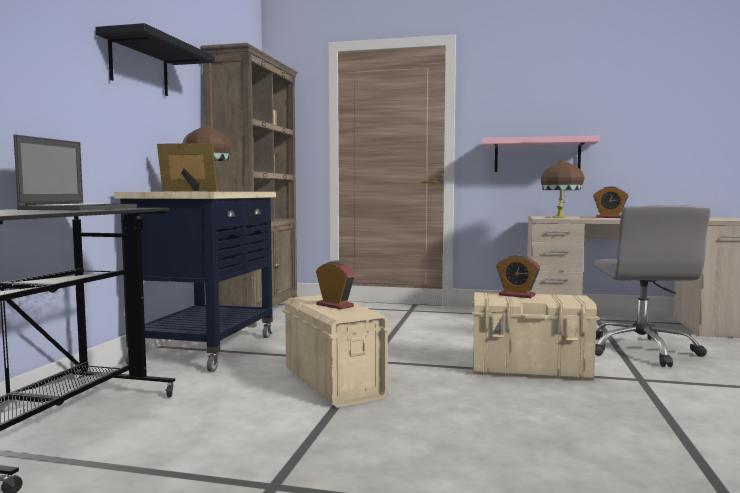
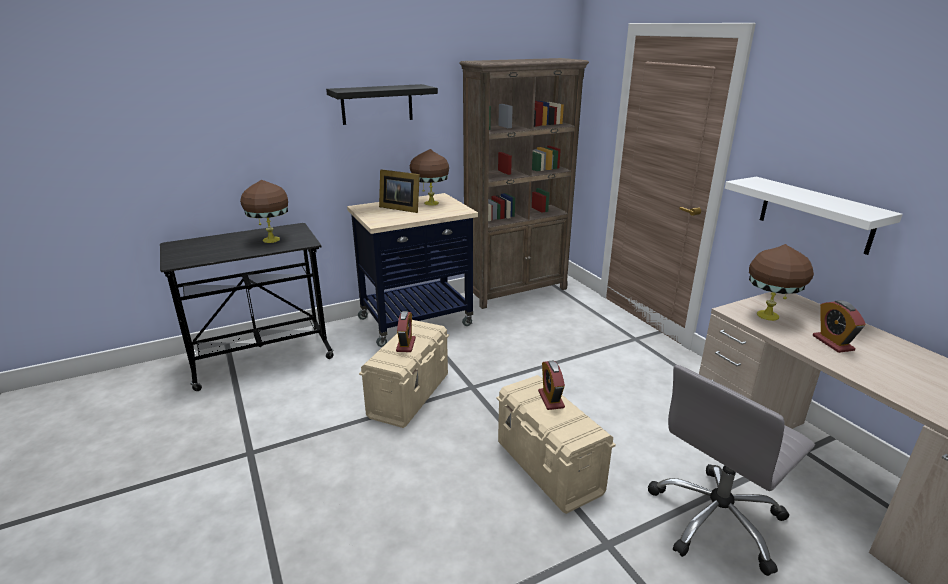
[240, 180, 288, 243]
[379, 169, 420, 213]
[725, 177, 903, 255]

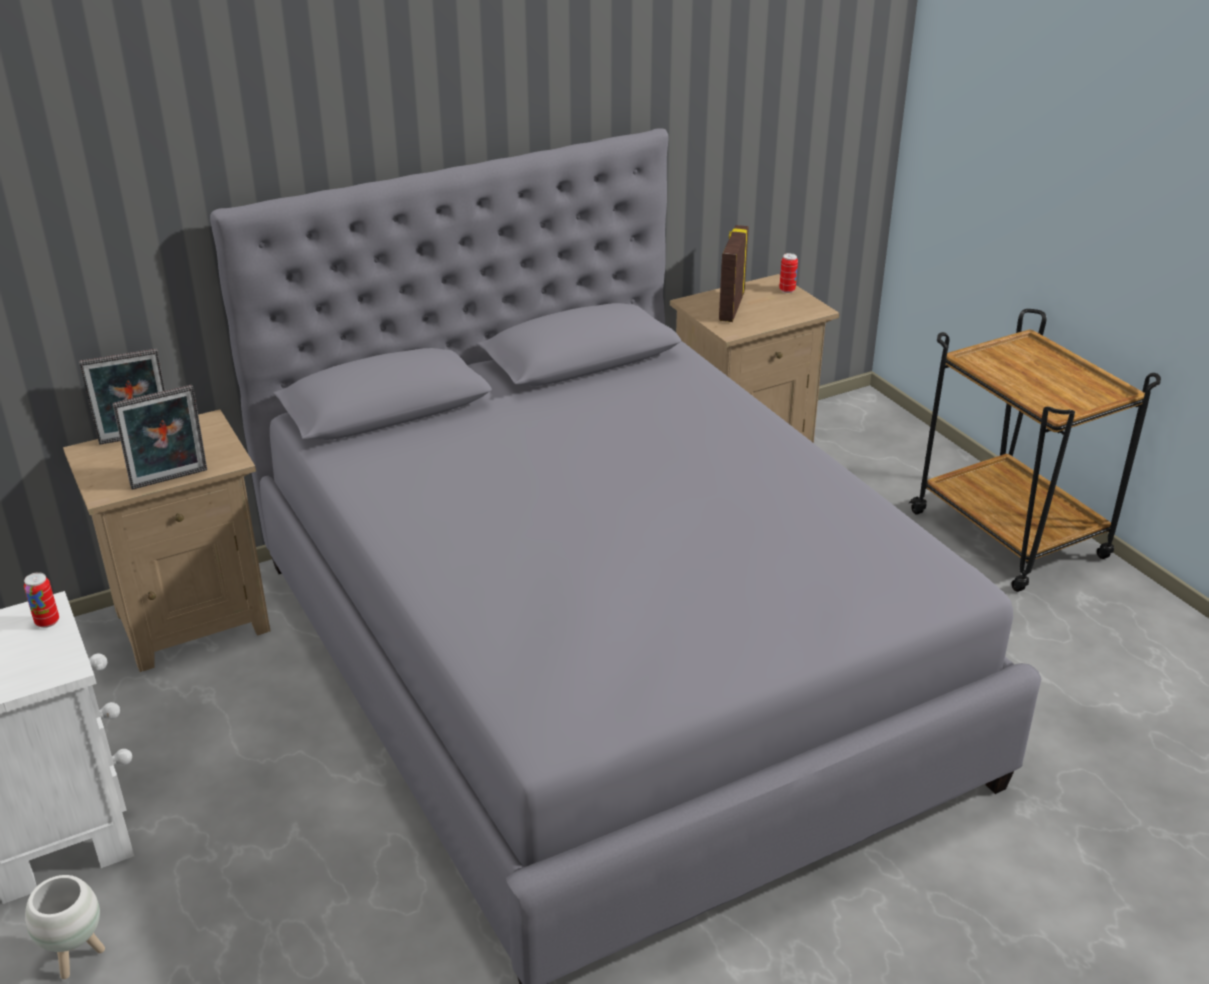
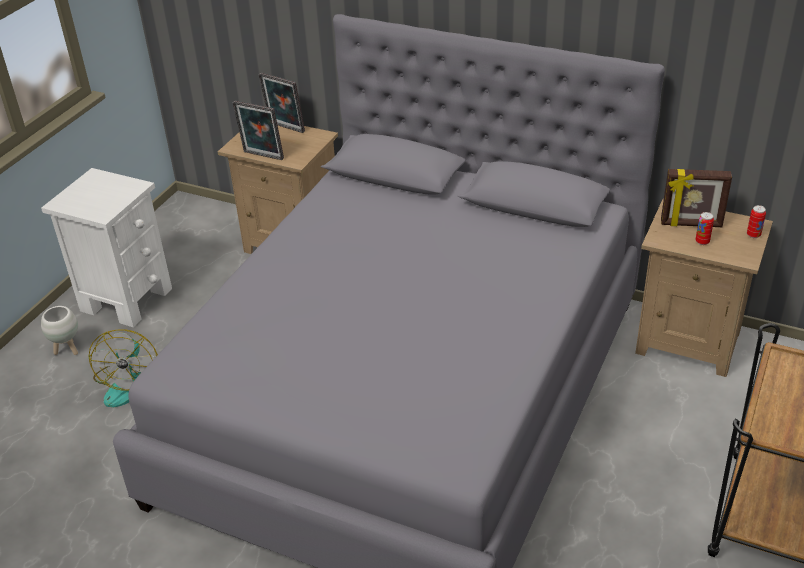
[89, 329, 158, 407]
[661, 169, 732, 227]
[696, 212, 714, 245]

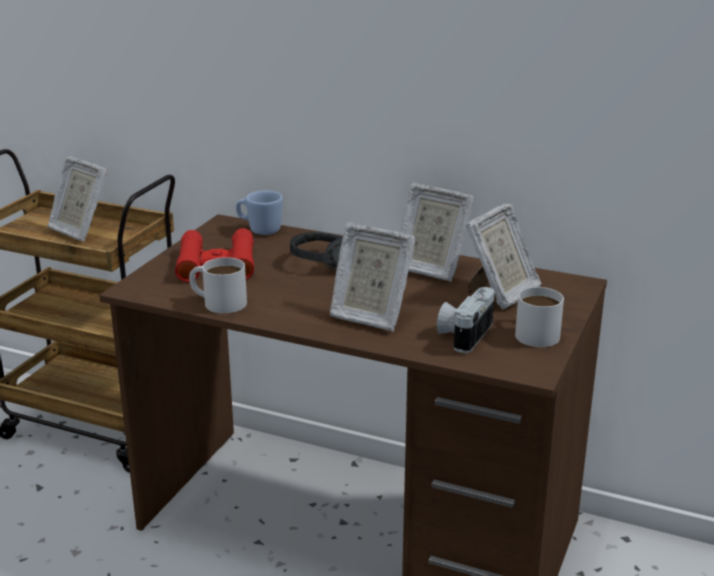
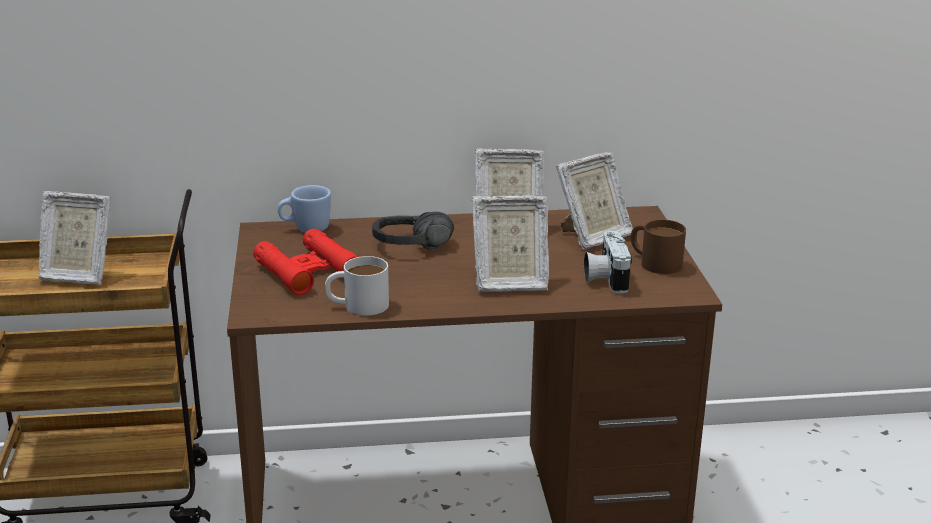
[556, 152, 633, 250]
[631, 220, 686, 274]

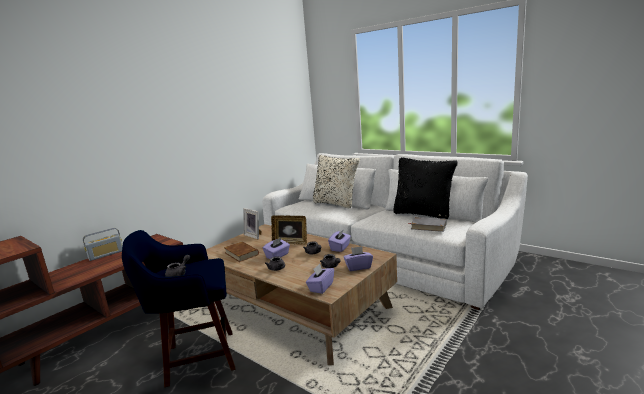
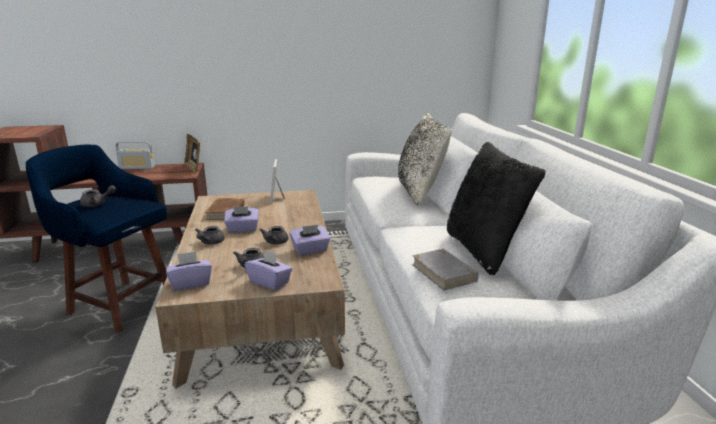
[184, 134, 200, 173]

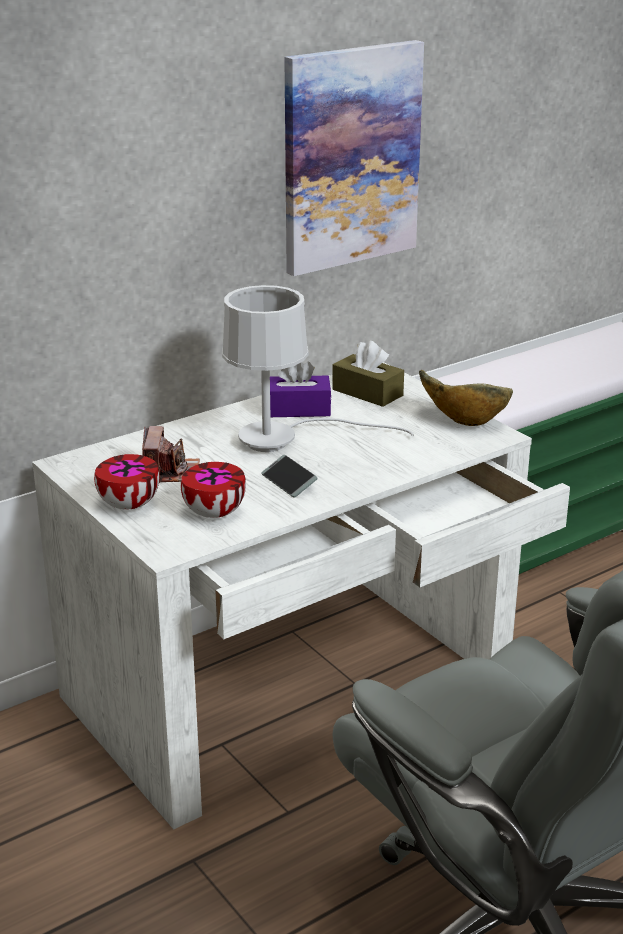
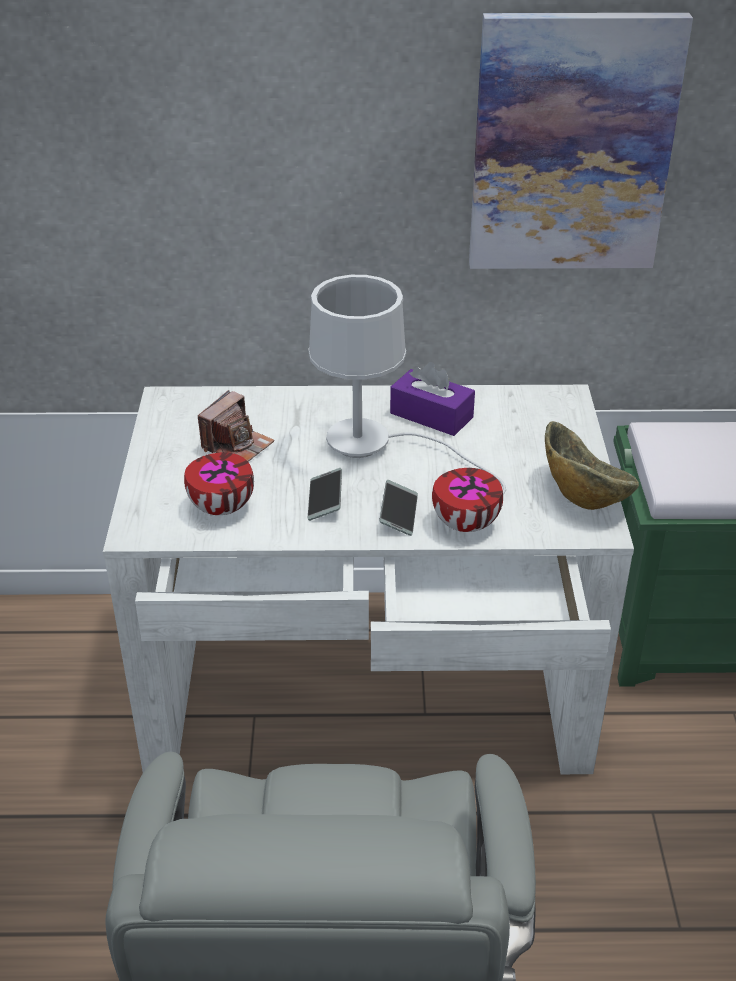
[379, 480, 418, 536]
[432, 468, 503, 532]
[332, 340, 404, 407] (first image)

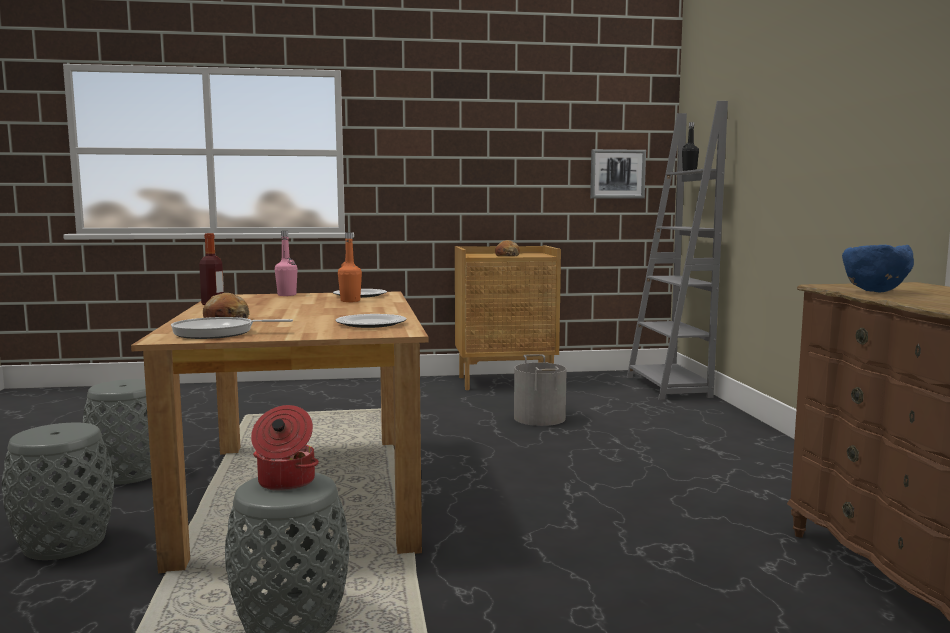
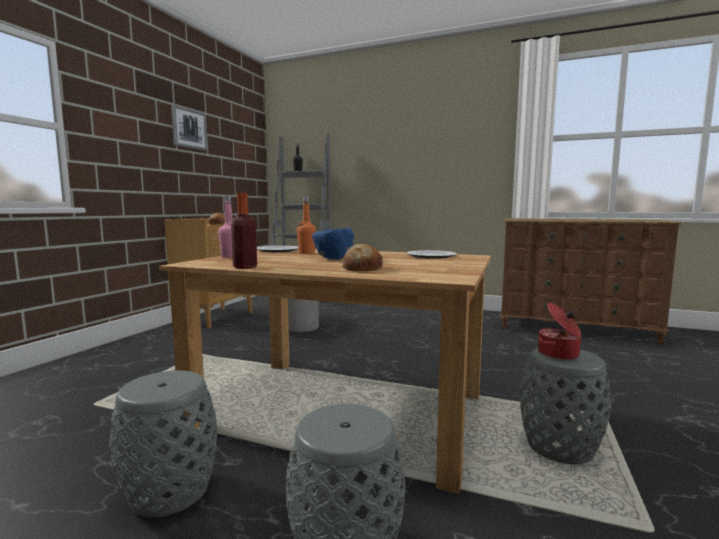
[171, 104, 208, 151]
[312, 228, 354, 259]
[171, 317, 293, 339] (first image)

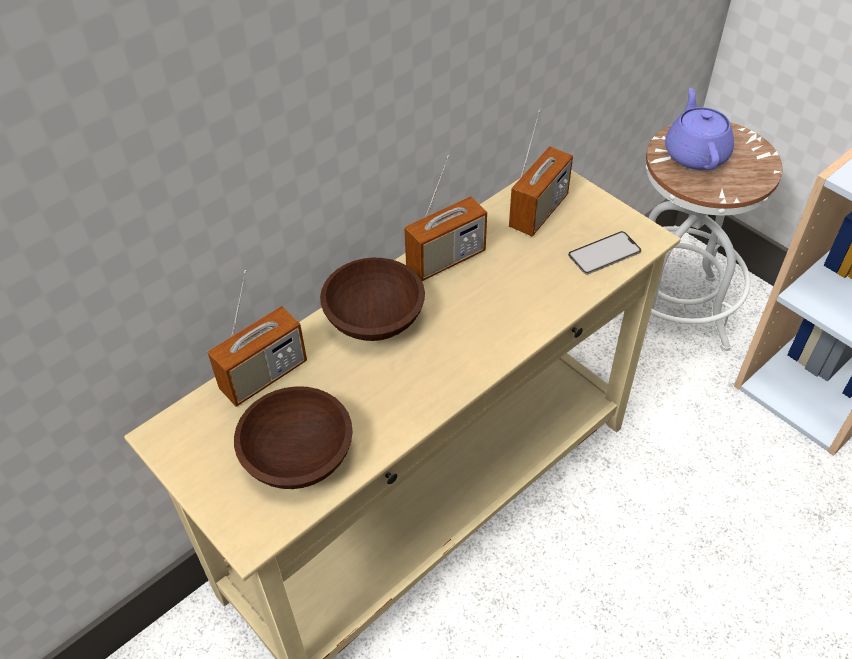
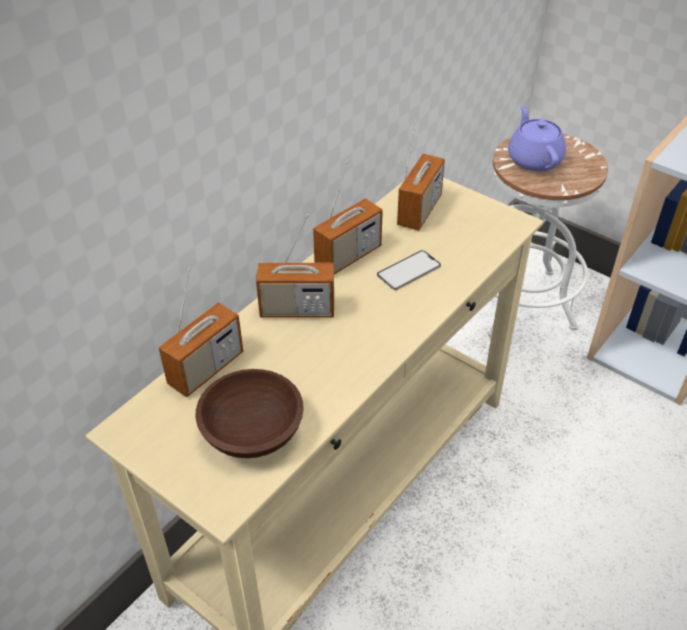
[256, 214, 334, 318]
[377, 250, 441, 290]

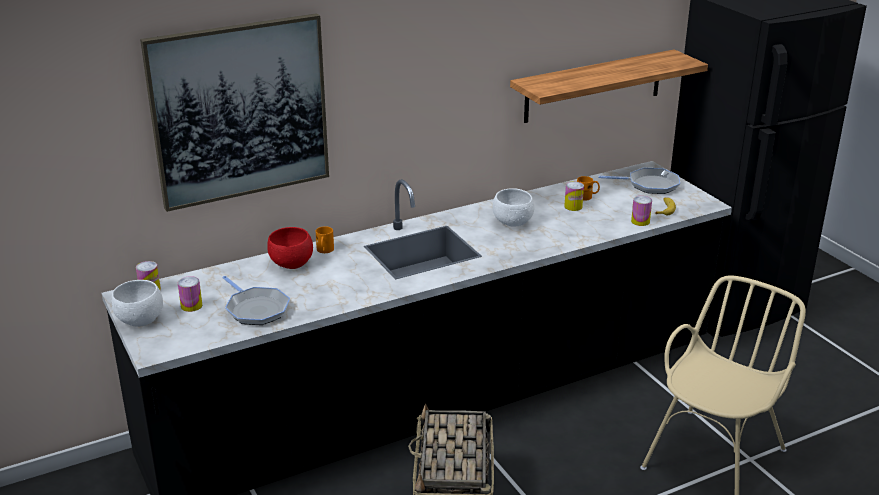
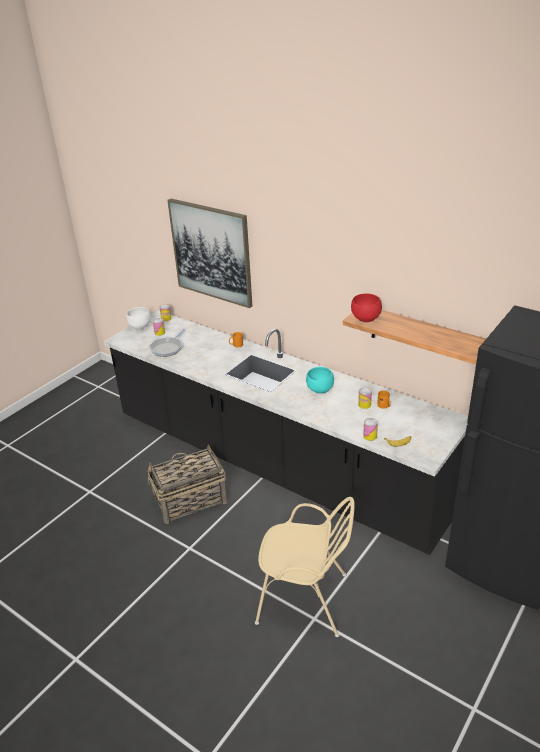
[306, 367, 334, 394]
[351, 293, 382, 322]
[598, 168, 680, 194] (first image)

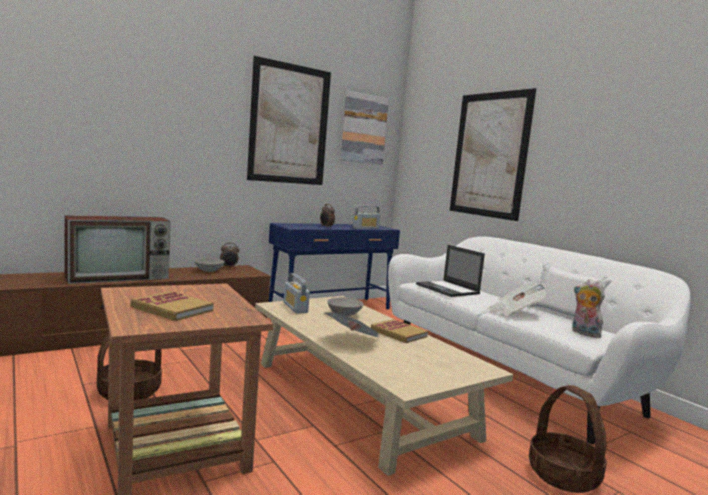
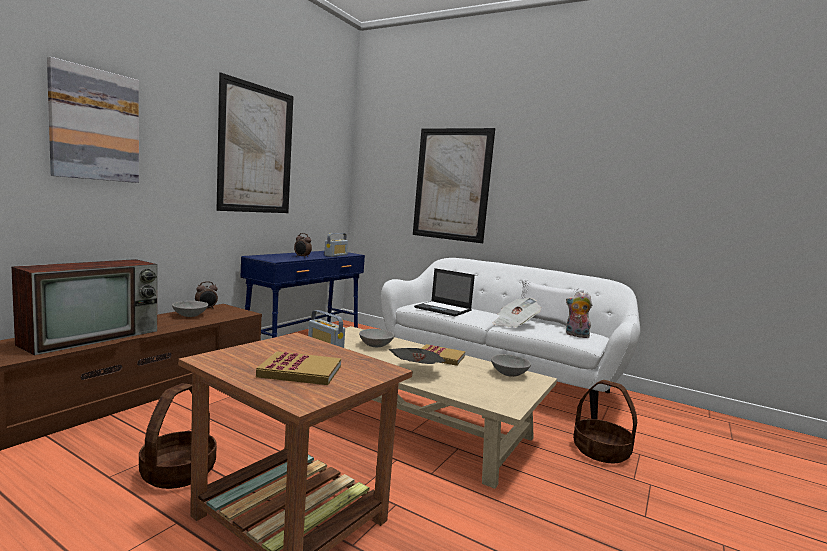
[47, 57, 139, 183]
[491, 354, 531, 377]

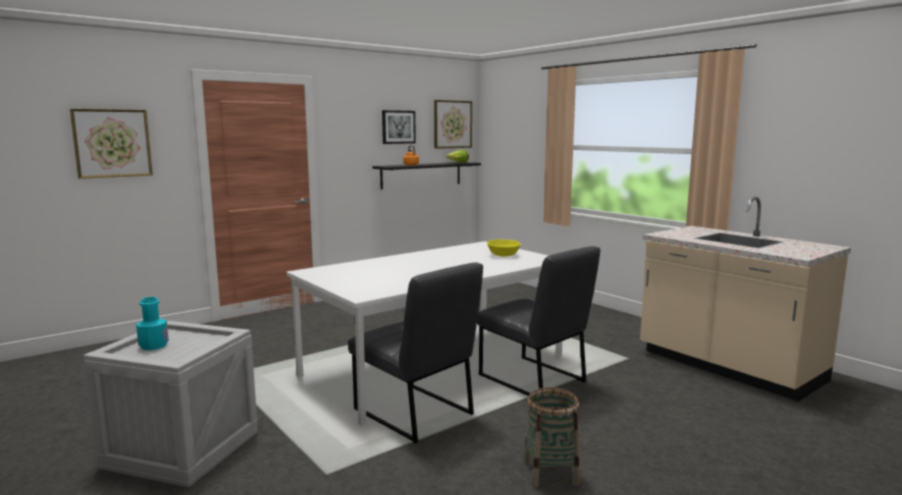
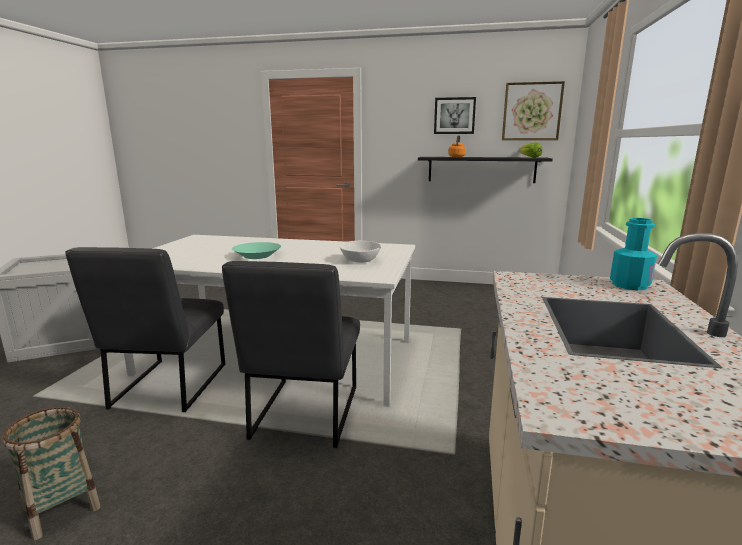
[232, 242, 281, 259]
[340, 241, 381, 263]
[610, 218, 657, 290]
[70, 109, 153, 179] (first image)

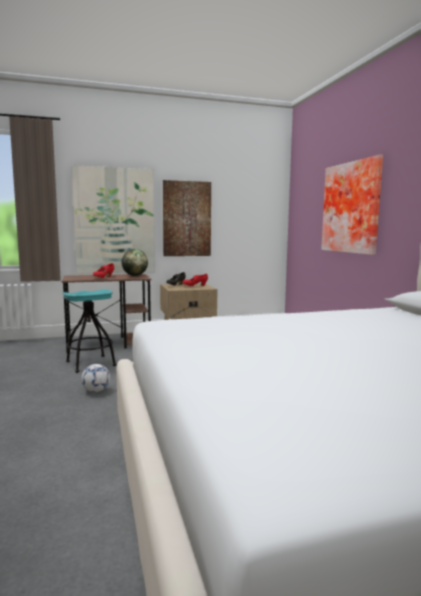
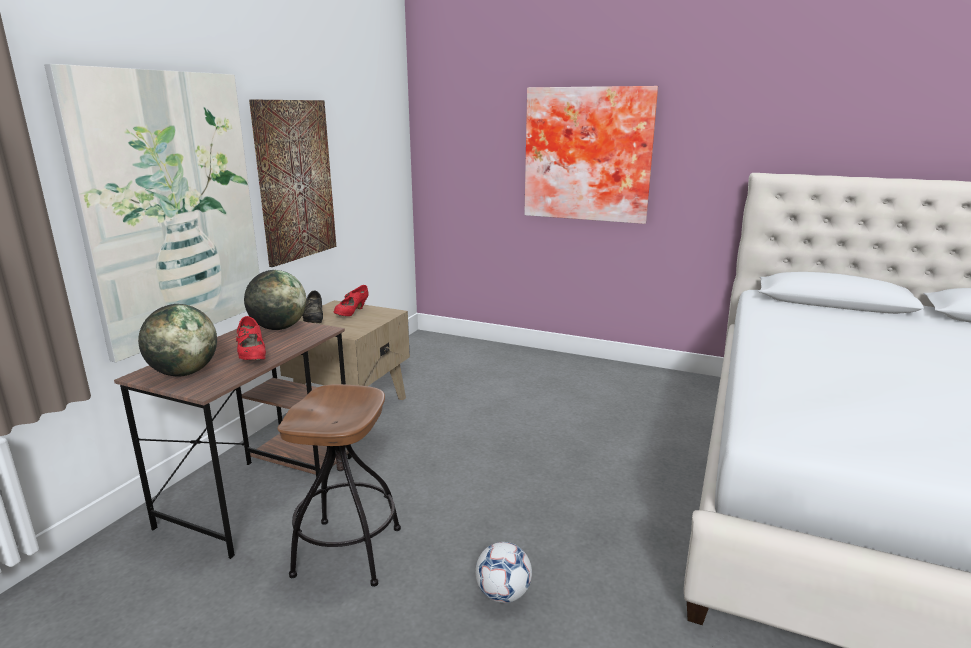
[138, 304, 217, 376]
[277, 384, 401, 587]

